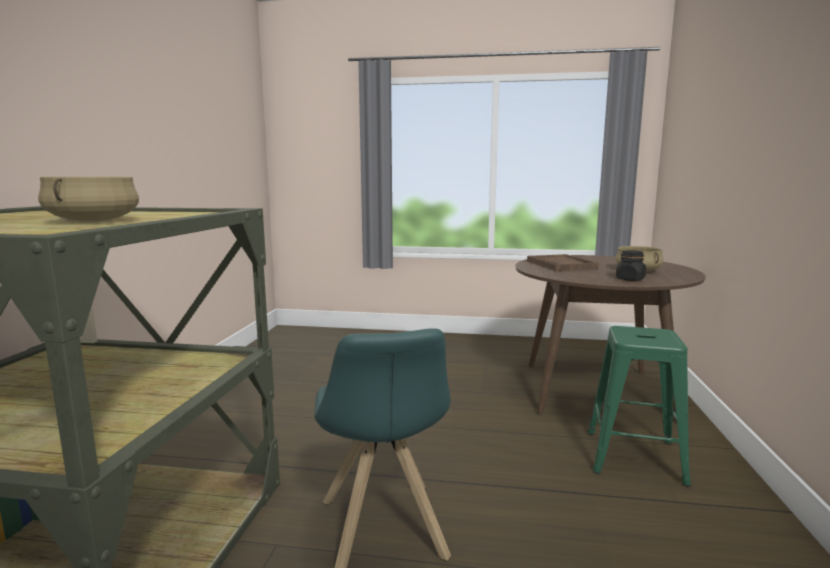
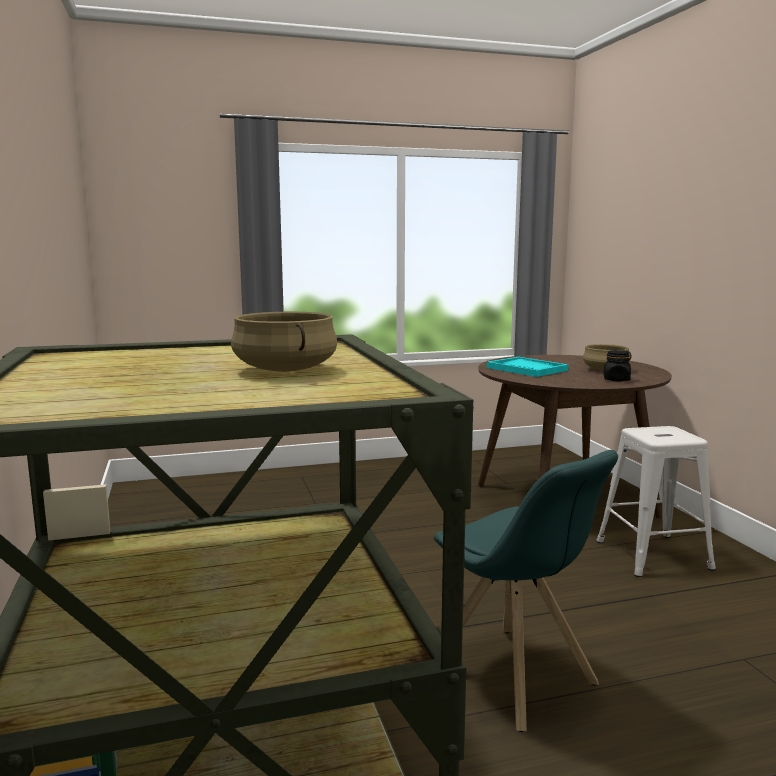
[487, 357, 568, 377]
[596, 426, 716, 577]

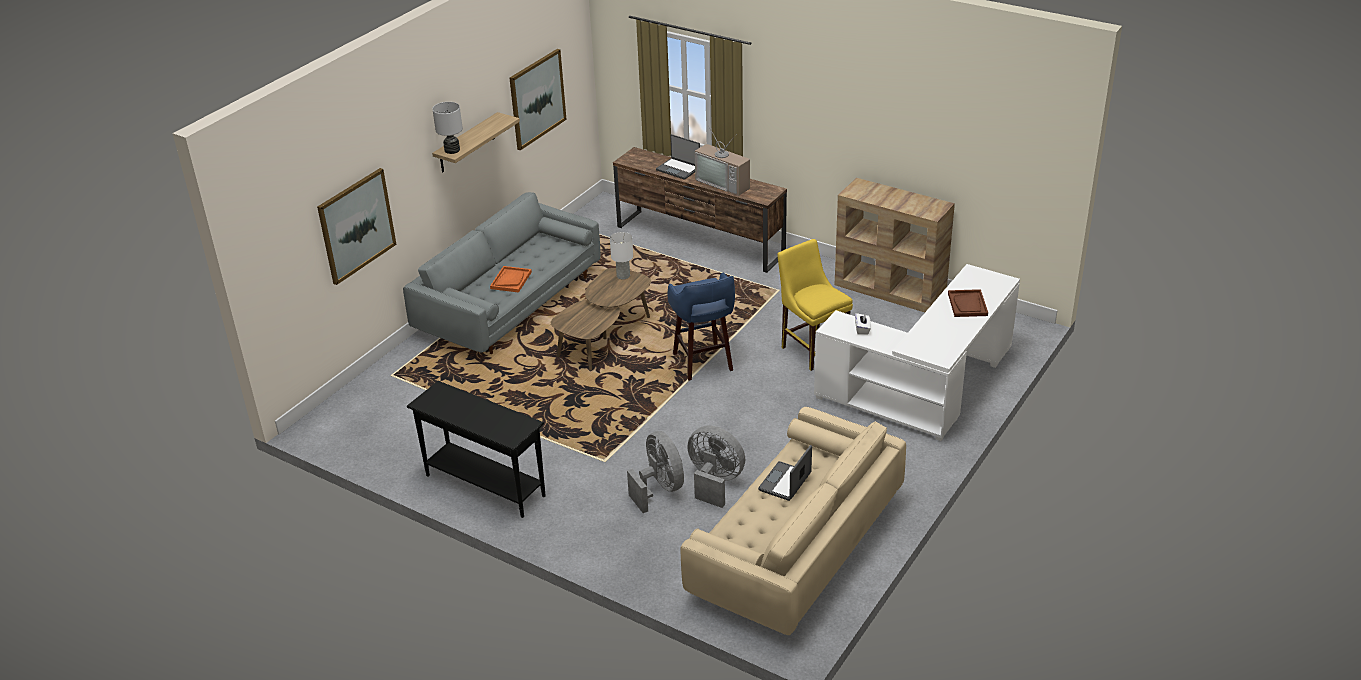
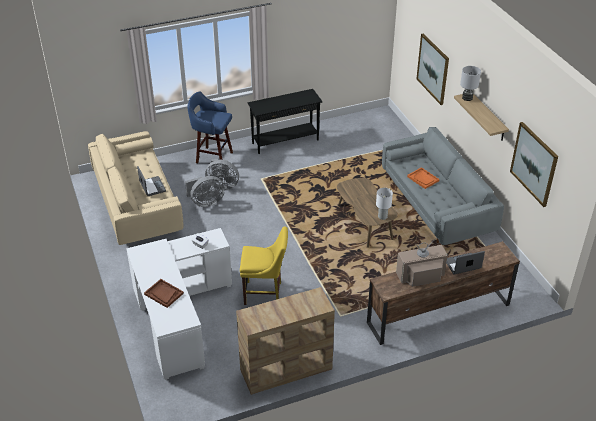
[188, 91, 233, 163]

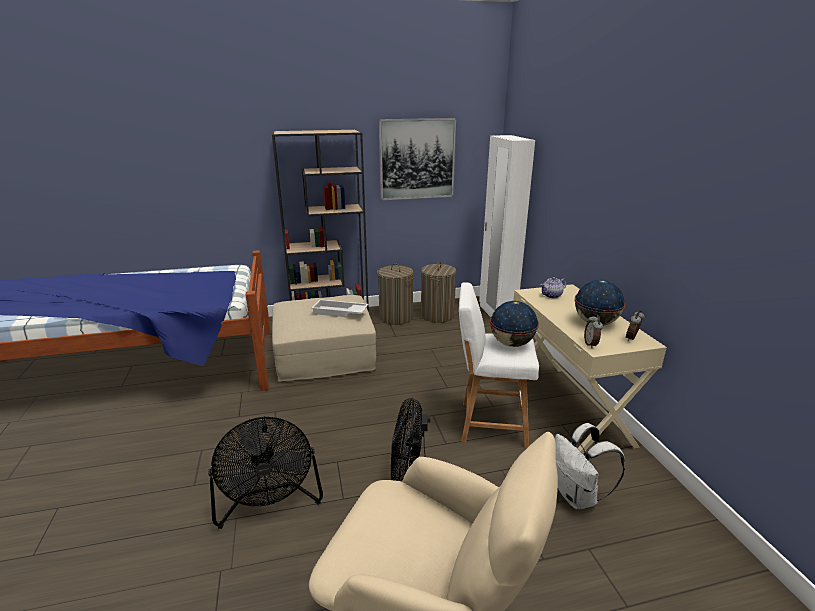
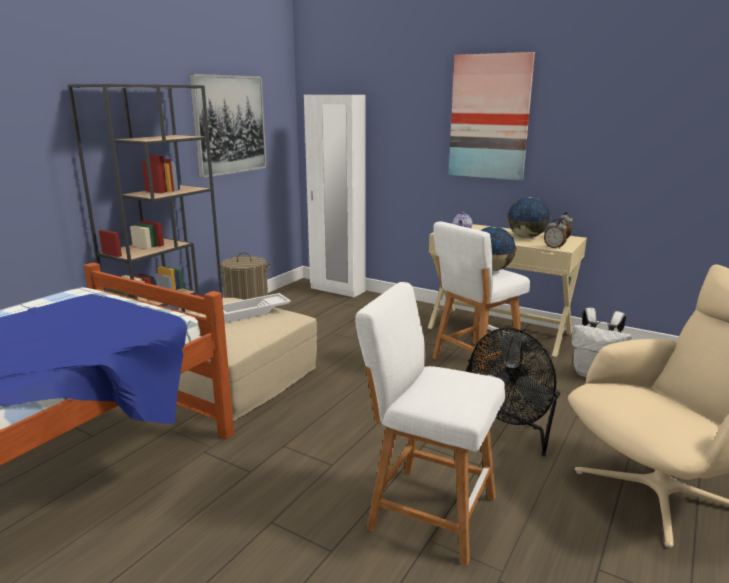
[355, 282, 505, 565]
[449, 52, 535, 181]
[421, 261, 457, 323] (first image)

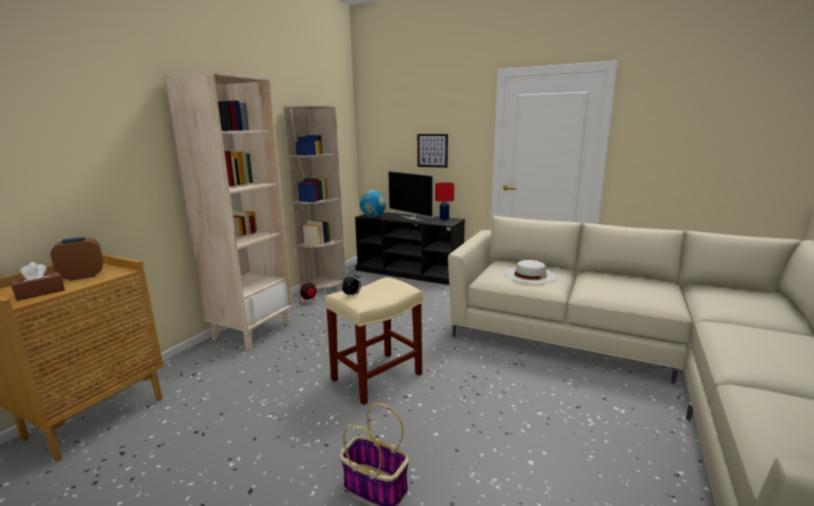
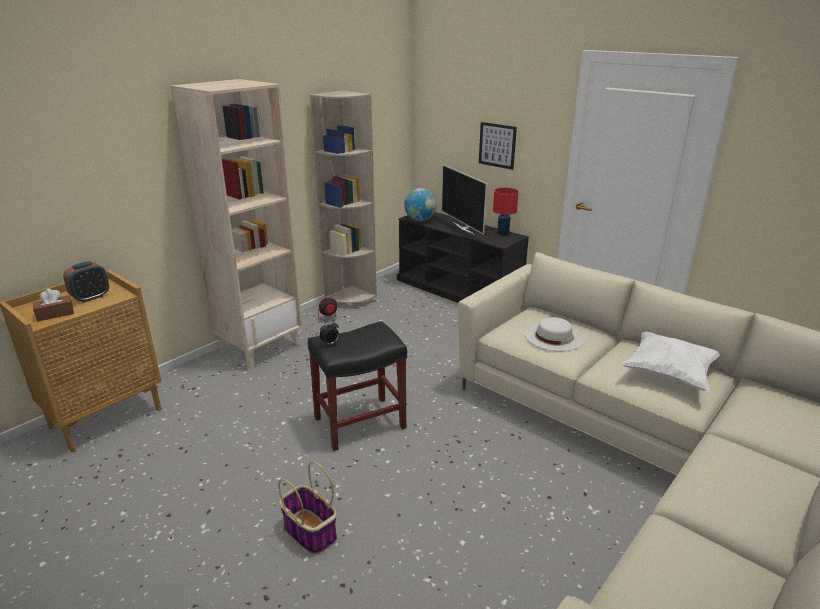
[63, 261, 109, 303]
[308, 321, 407, 451]
[622, 331, 720, 391]

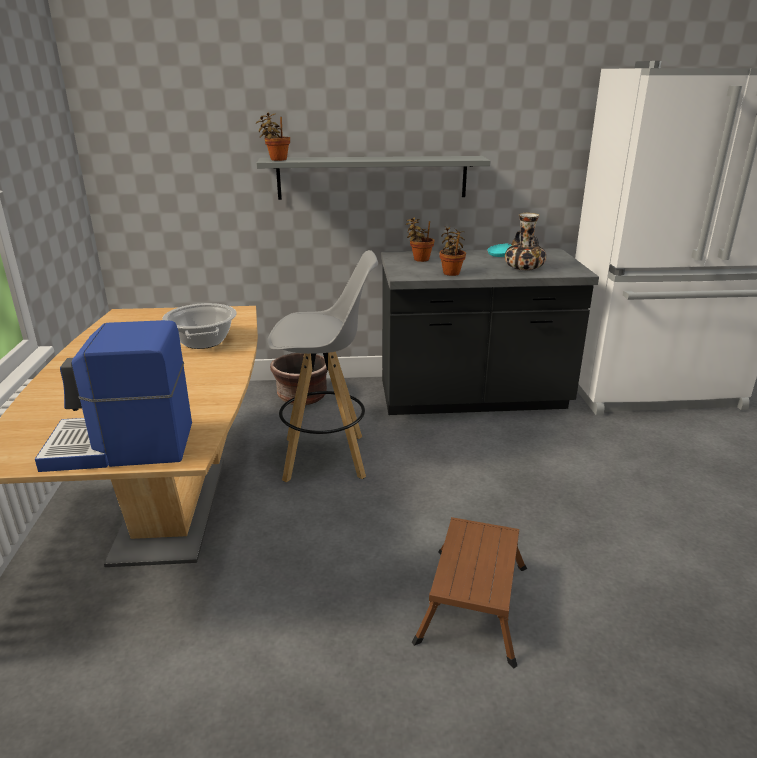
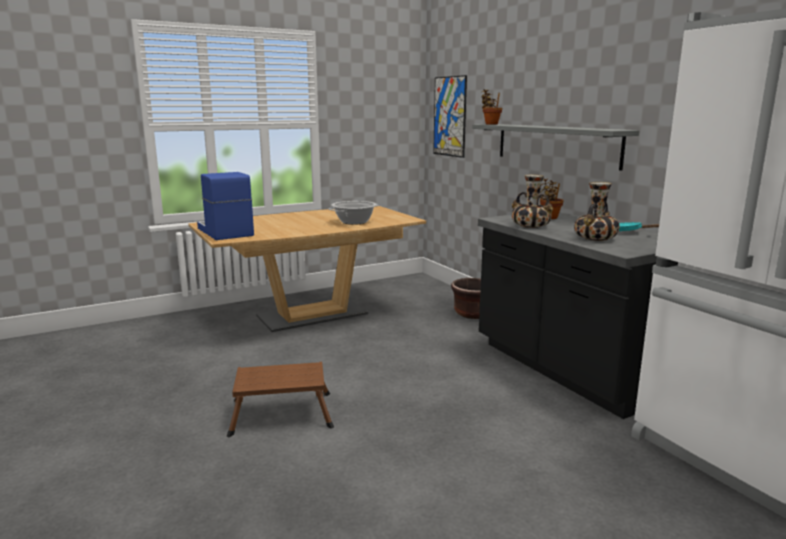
[433, 75, 467, 158]
[512, 174, 553, 228]
[267, 250, 378, 482] (first image)

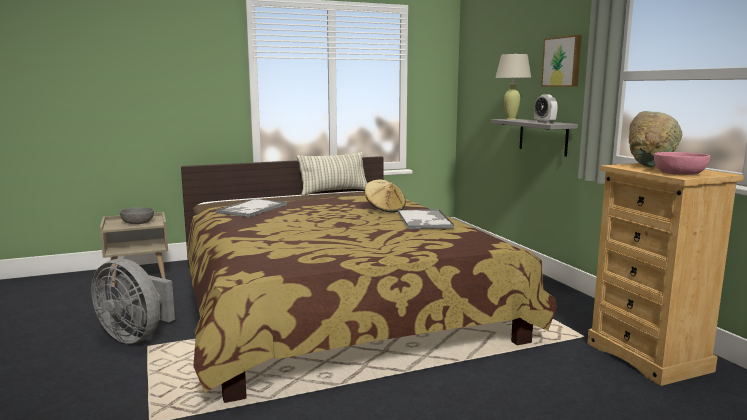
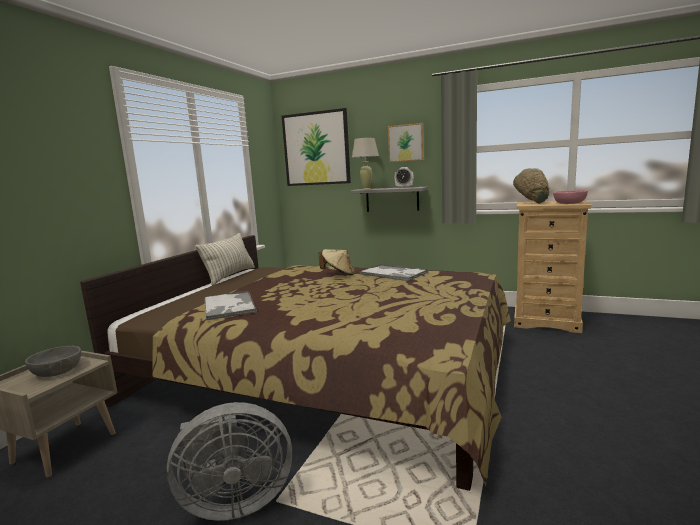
[282, 108, 351, 186]

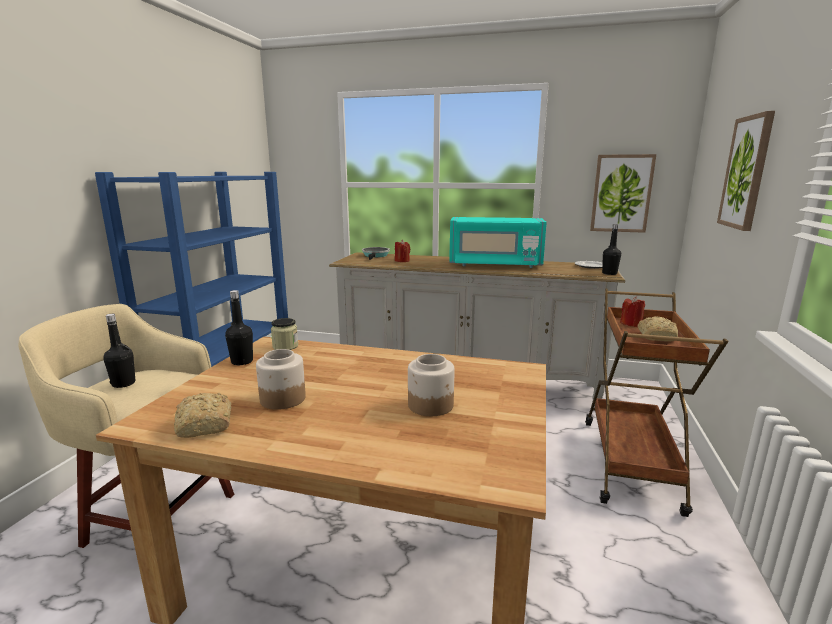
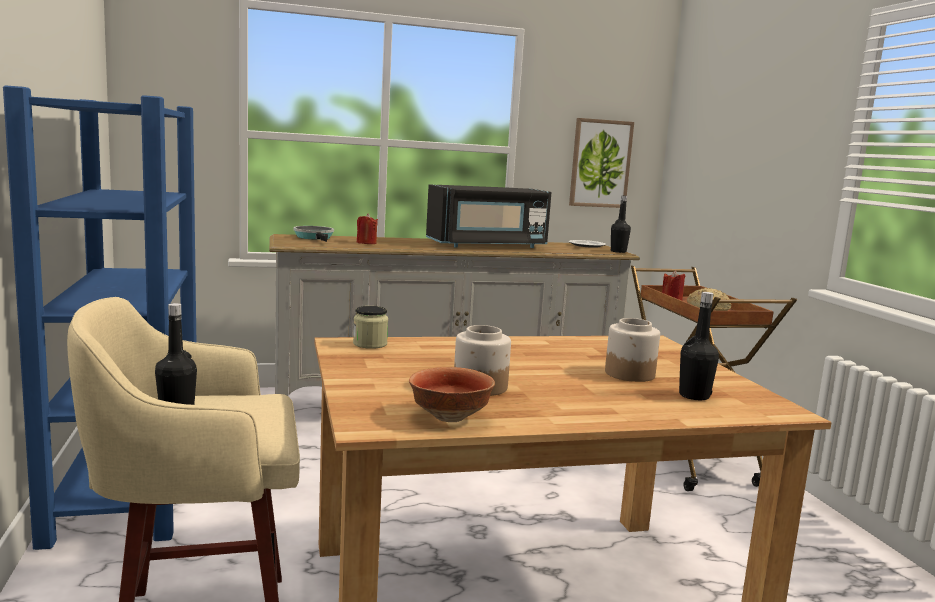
[409, 367, 495, 422]
[426, 184, 552, 248]
[679, 292, 719, 400]
[717, 111, 775, 231] (first image)

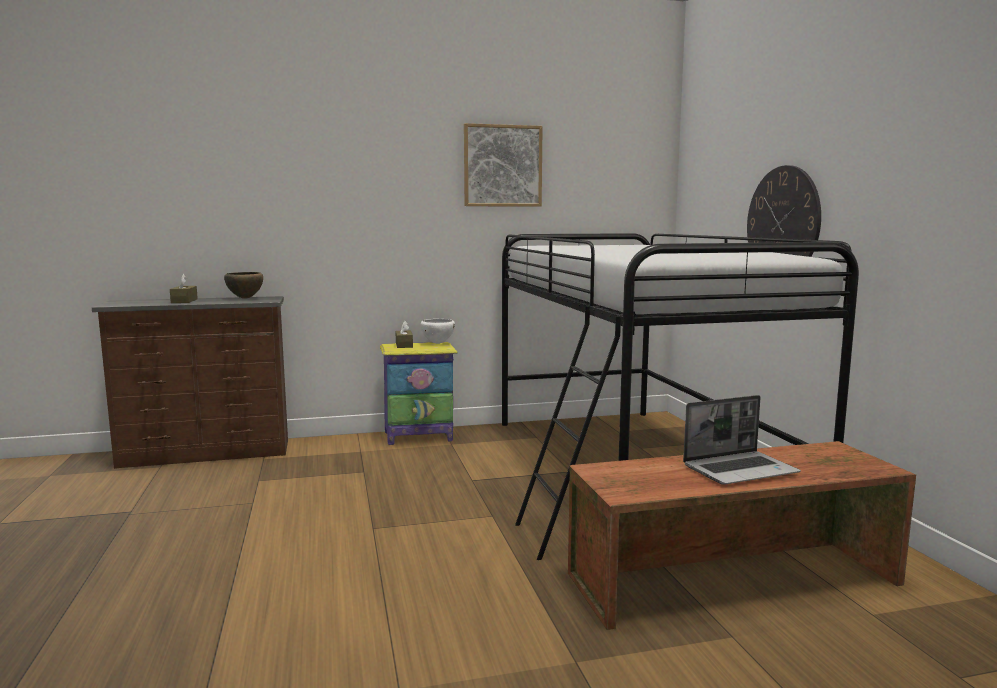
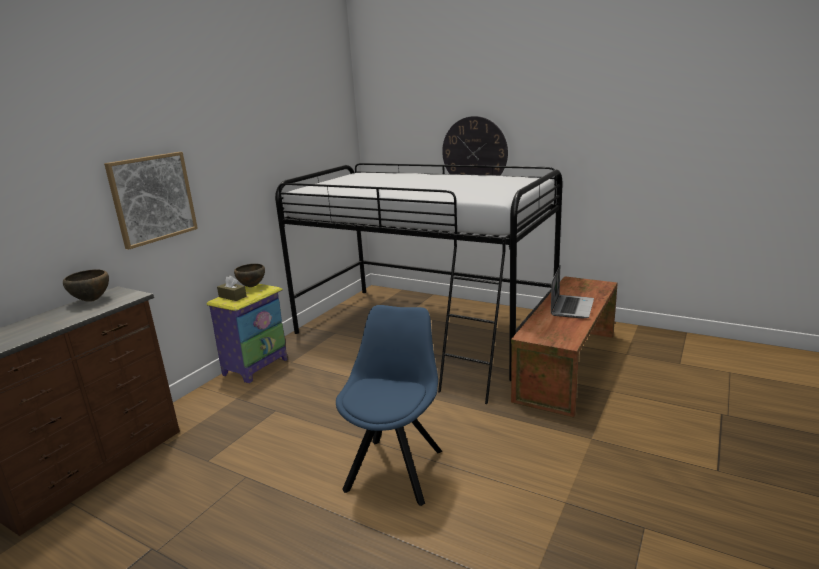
[104, 152, 198, 250]
[234, 264, 265, 287]
[336, 305, 442, 506]
[170, 274, 198, 303] (first image)

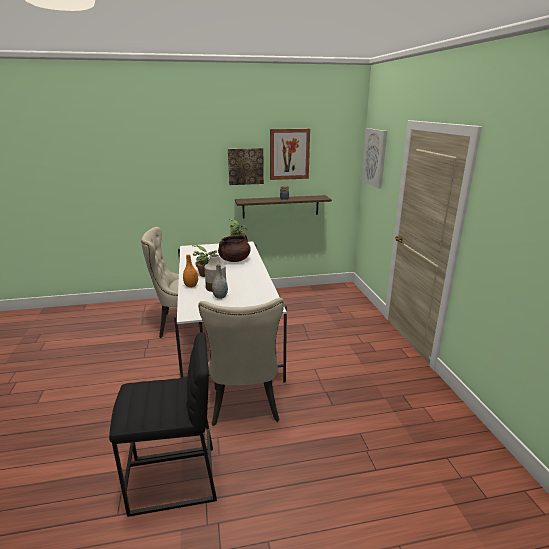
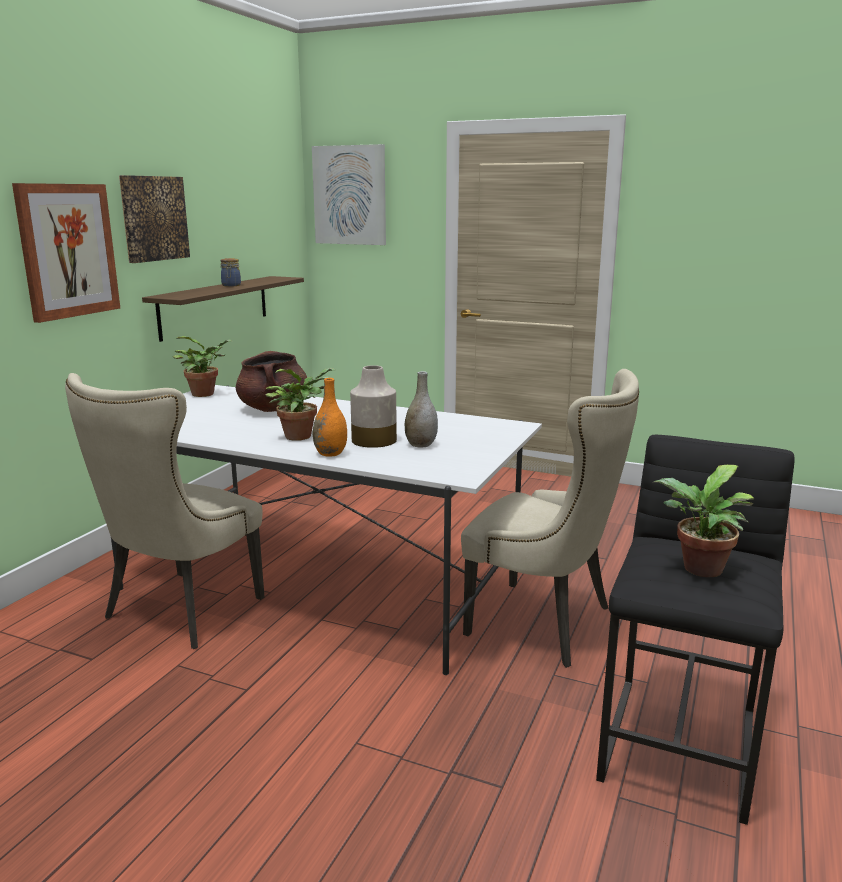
[12, 183, 120, 323]
[654, 465, 755, 577]

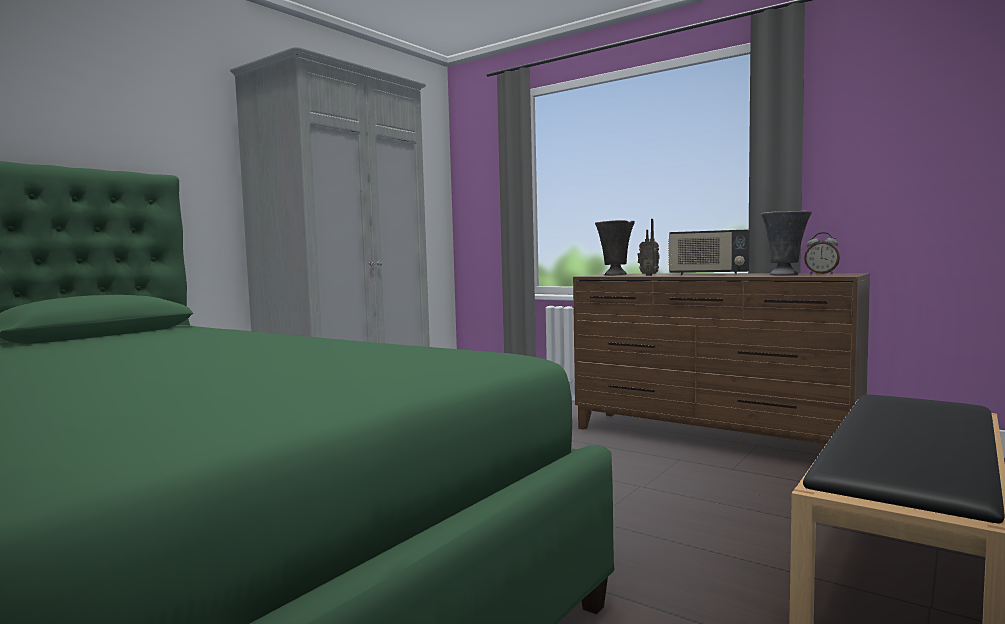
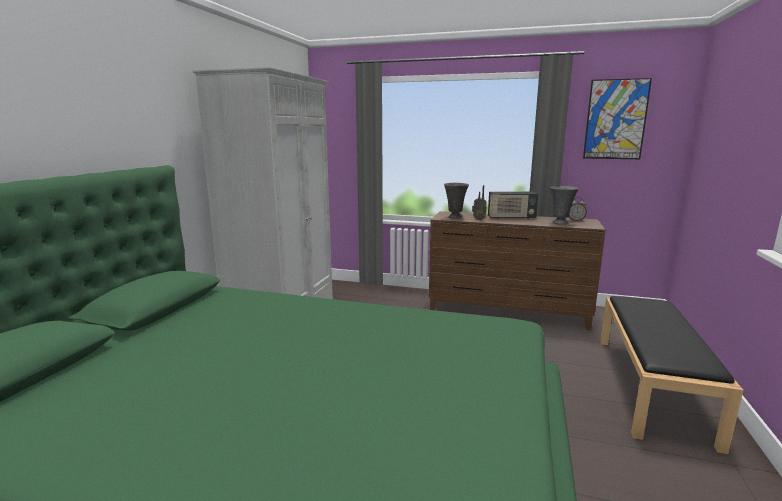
[583, 78, 652, 159]

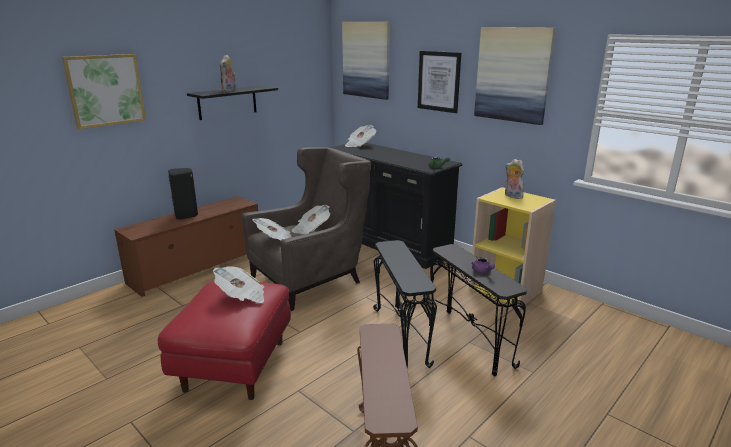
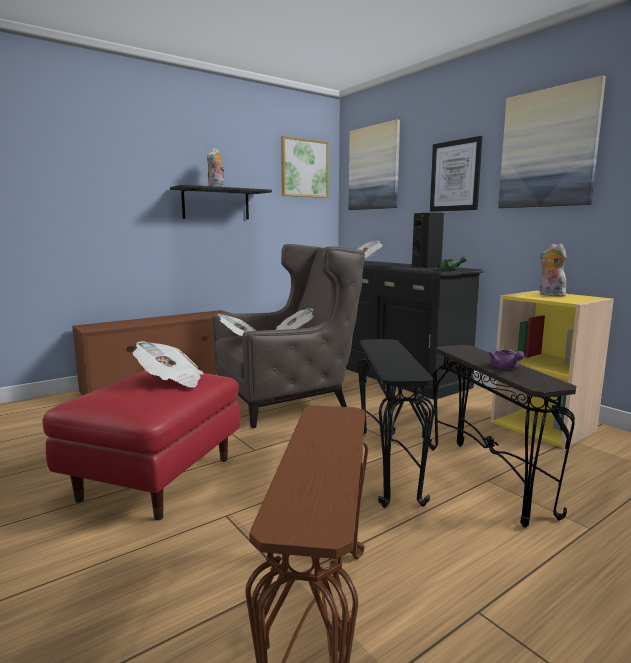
[281, 136, 329, 198]
[412, 213, 444, 268]

